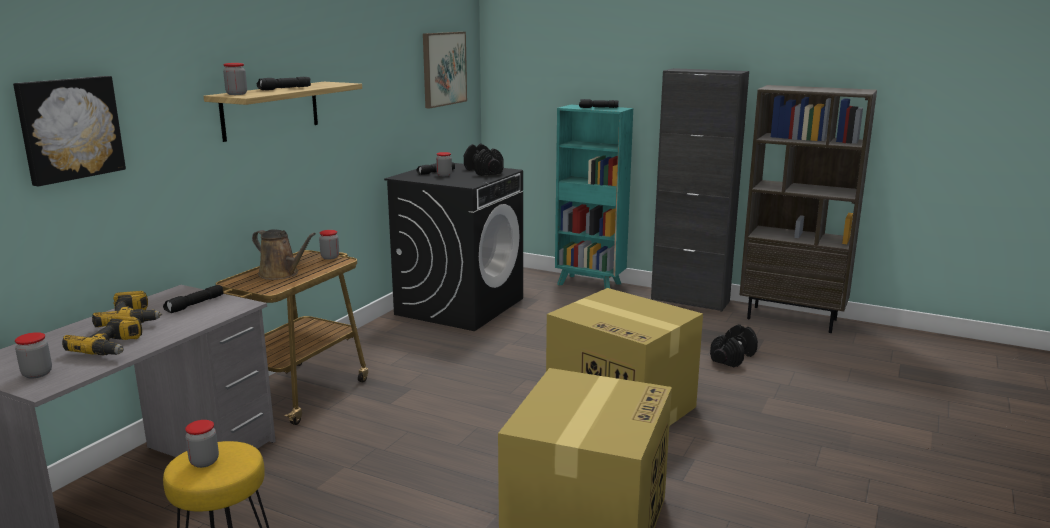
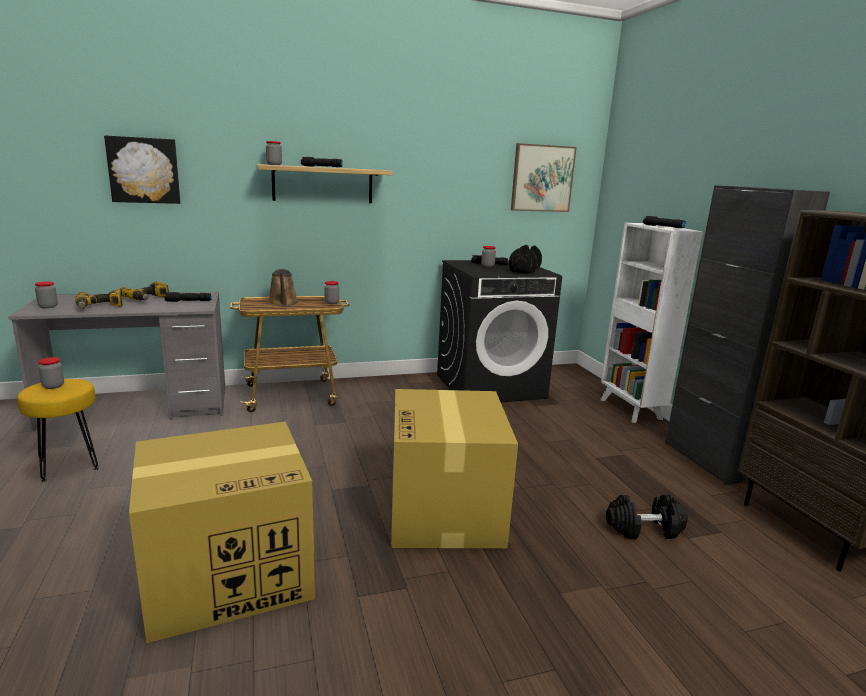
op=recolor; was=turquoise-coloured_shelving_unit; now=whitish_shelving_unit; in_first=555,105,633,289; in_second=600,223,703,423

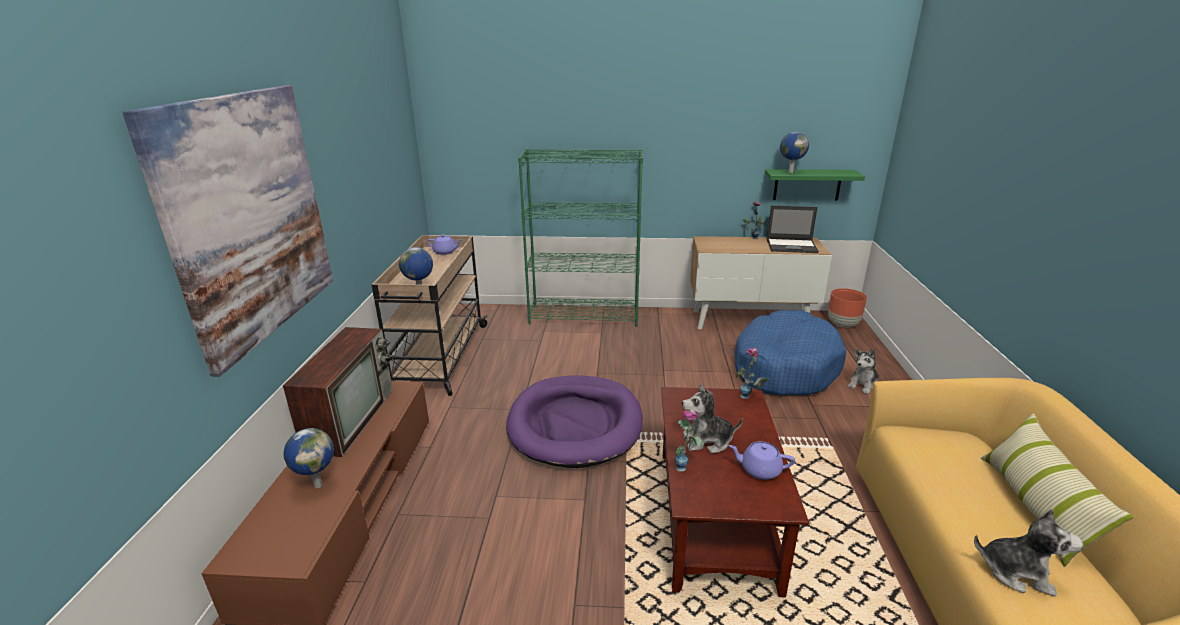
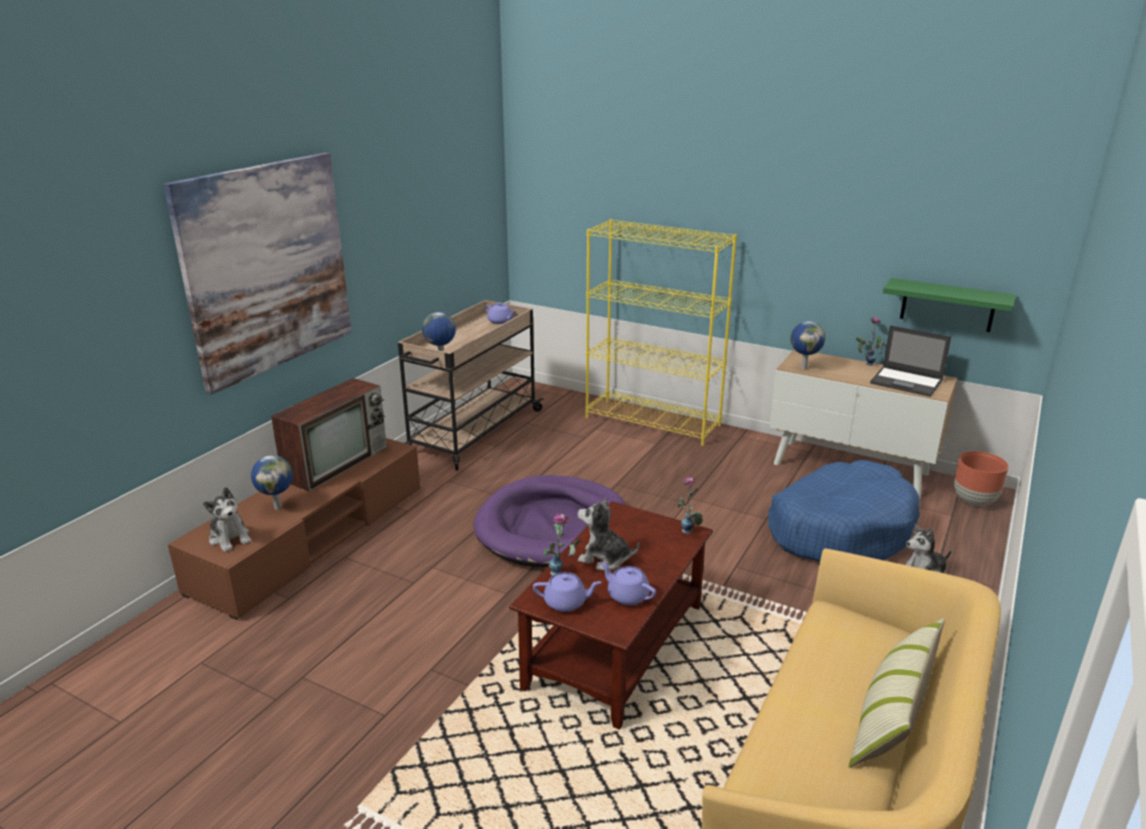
op=recolor; was=green-coloured_shelving_unit; now=yellowish_shelving_unit; in_first=518,149,643,327; in_second=585,219,737,446
op=move; was=desk_globe; in_first=780,132,809,173; in_second=790,321,825,369
op=move; was=cuddly_toy; in_first=974,509,1083,596; in_second=203,487,252,552
op=insert; now=purple_tea_pot; in_second=533,572,601,612

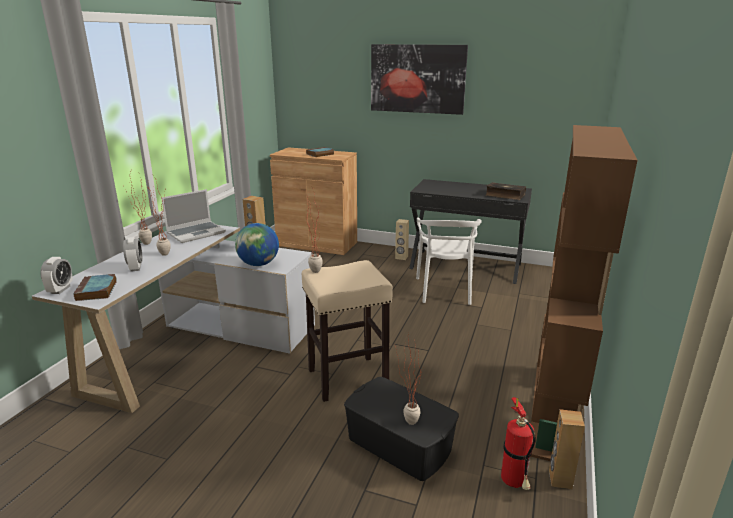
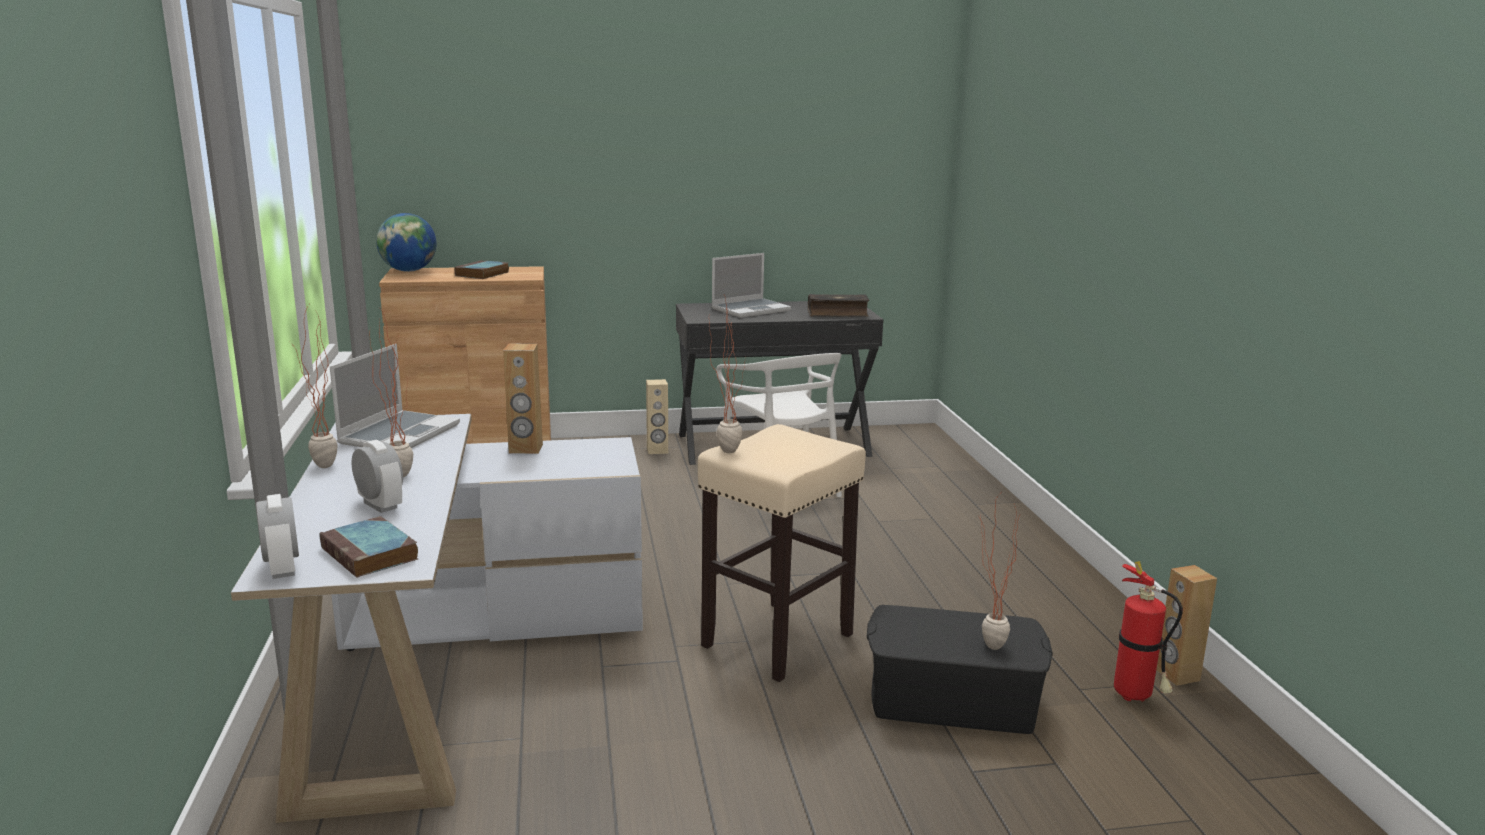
op=move; was=desk_globe; in_first=235,223,279,266; in_second=376,213,437,272
op=delete; was=wall_art; in_first=371,44,468,115
op=delete; was=brown-coloured_shelving_unit; in_first=530,125,638,461
op=insert; now=notebook_computer; in_second=711,253,791,318

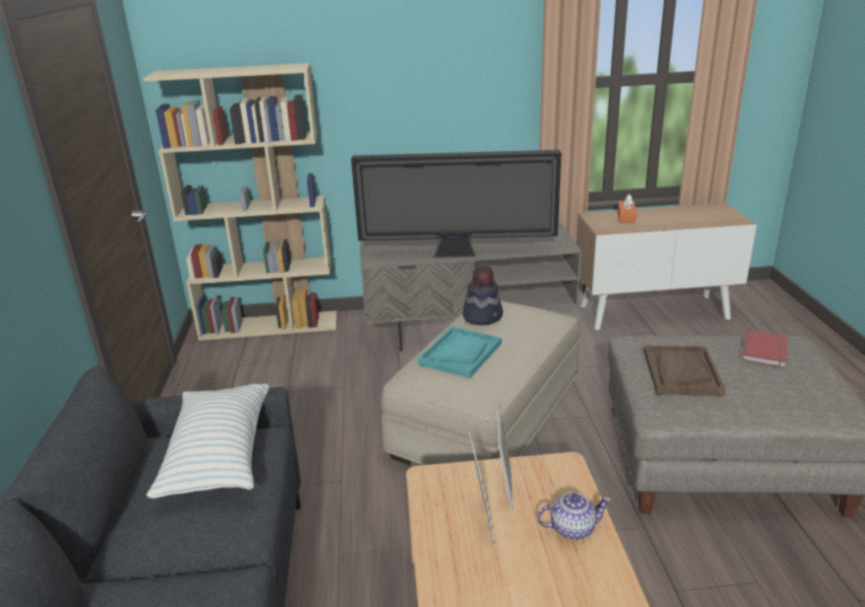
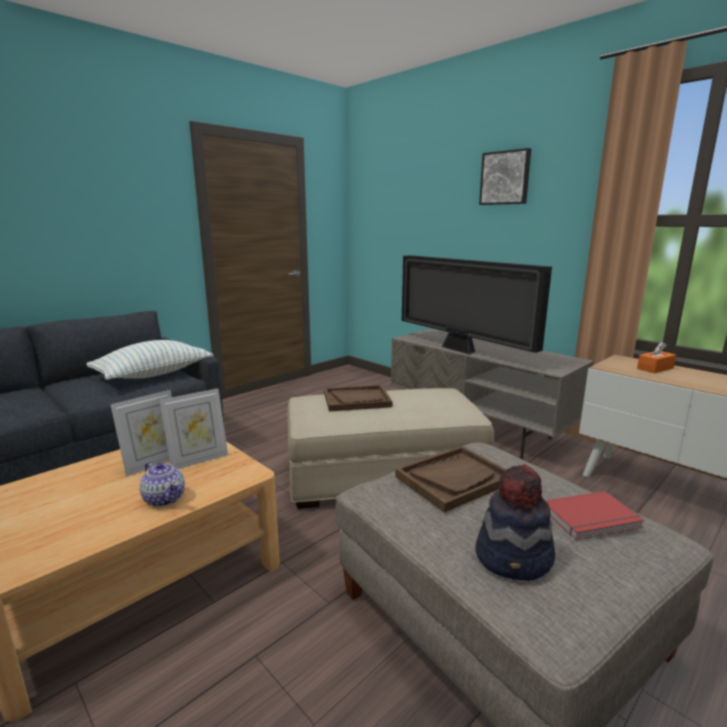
op=delete; was=beige_shelving_unit; in_first=143,63,337,341
op=recolor; was=turquoise-coloured_serving_tray; now=brown-coloured_serving_tray; in_first=418,326,502,378; in_second=324,385,392,412
op=move; was=hat; in_first=463,264,503,325; in_second=475,464,555,581
op=insert; now=wall_art; in_second=479,148,531,205

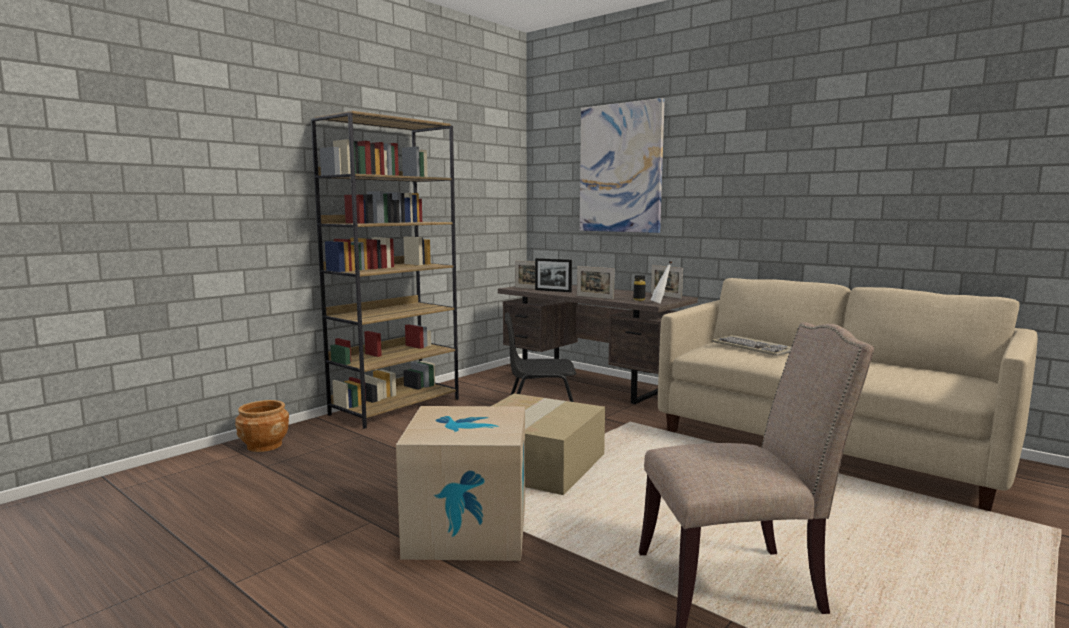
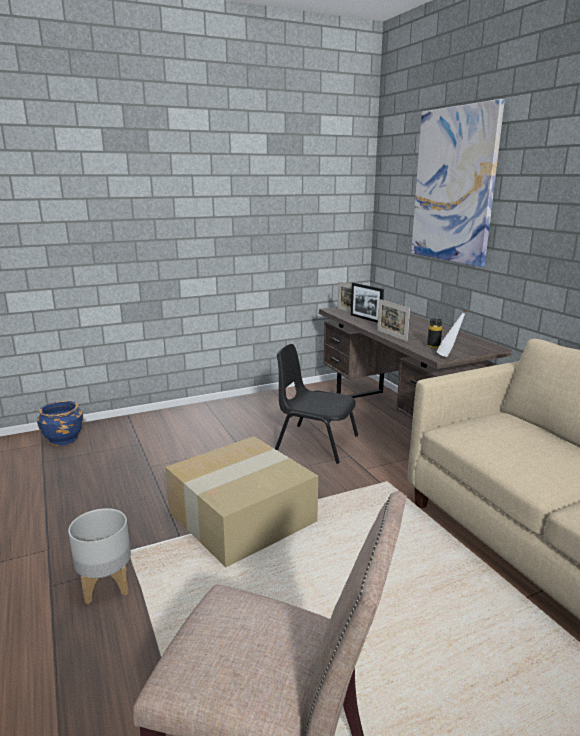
op=recolor; was=brown-coloured_flower_pot; now=blue-coloured_flower_pot; in_first=235,400,289,452; in_second=37,401,83,446
op=delete; was=brown-coloured_shelving_unit; in_first=311,111,459,429
op=replace; was=cardboard_box; now=gray_flower_pot; in_first=396,406,525,561; in_second=68,508,131,604
op=delete; was=photo_frame; in_first=651,265,683,299
op=delete; was=keyboard; in_first=712,335,791,356

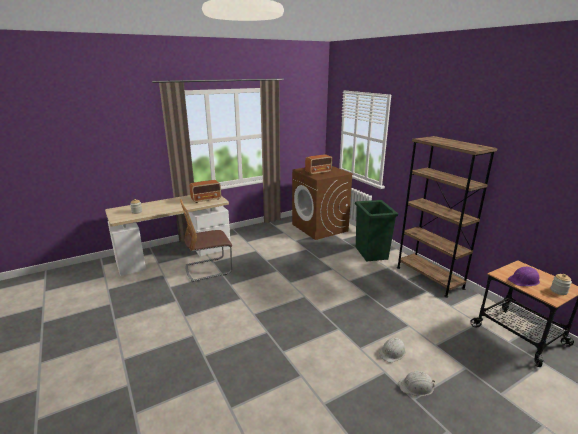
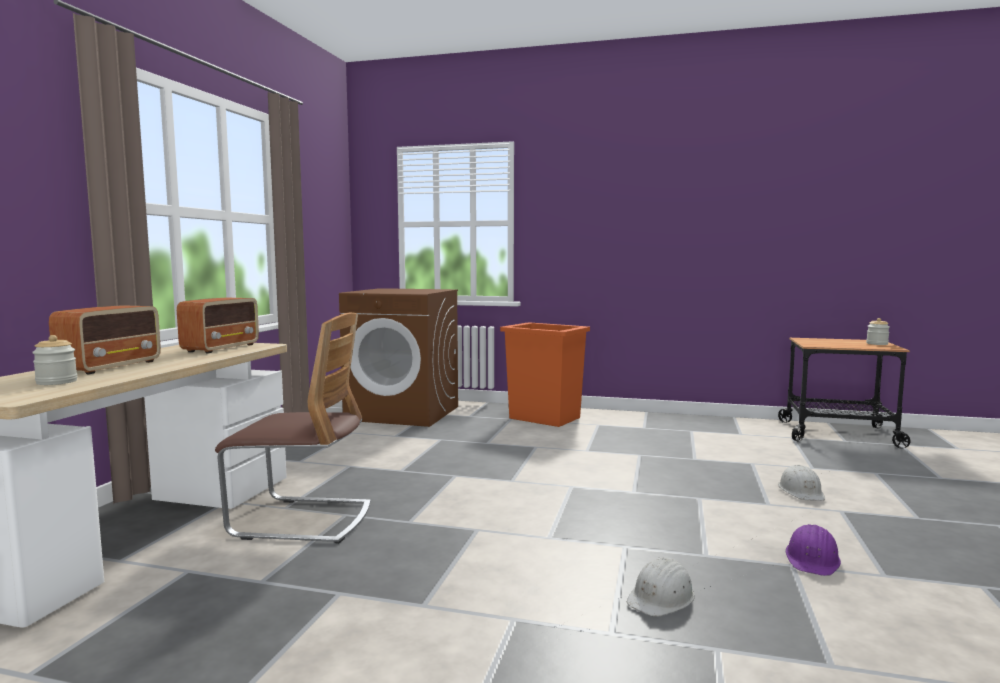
op=rotate; was=upright_chair; in_first=180,199,232,282; in_second=215,313,371,544; clockwise=-105
op=move; was=radio_receiver; in_first=305,154,332,175; in_second=49,305,161,374
op=recolor; was=green-coloured_trash_can; now=orange_trash_can; in_first=355,200,398,261; in_second=500,323,590,427
op=delete; was=brown-coloured_shelving_unit; in_first=397,136,498,298
op=move; was=whitish_work_helmet; in_first=398,371,435,396; in_second=627,557,695,617
op=move; was=purple_work_helmet; in_first=508,267,540,286; in_second=786,524,841,576

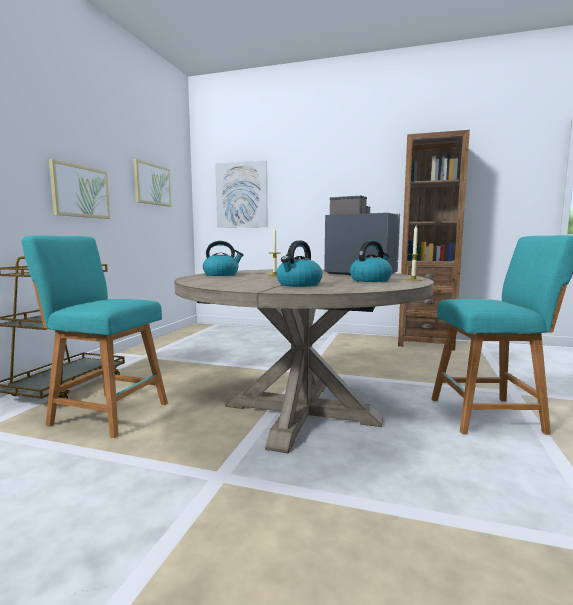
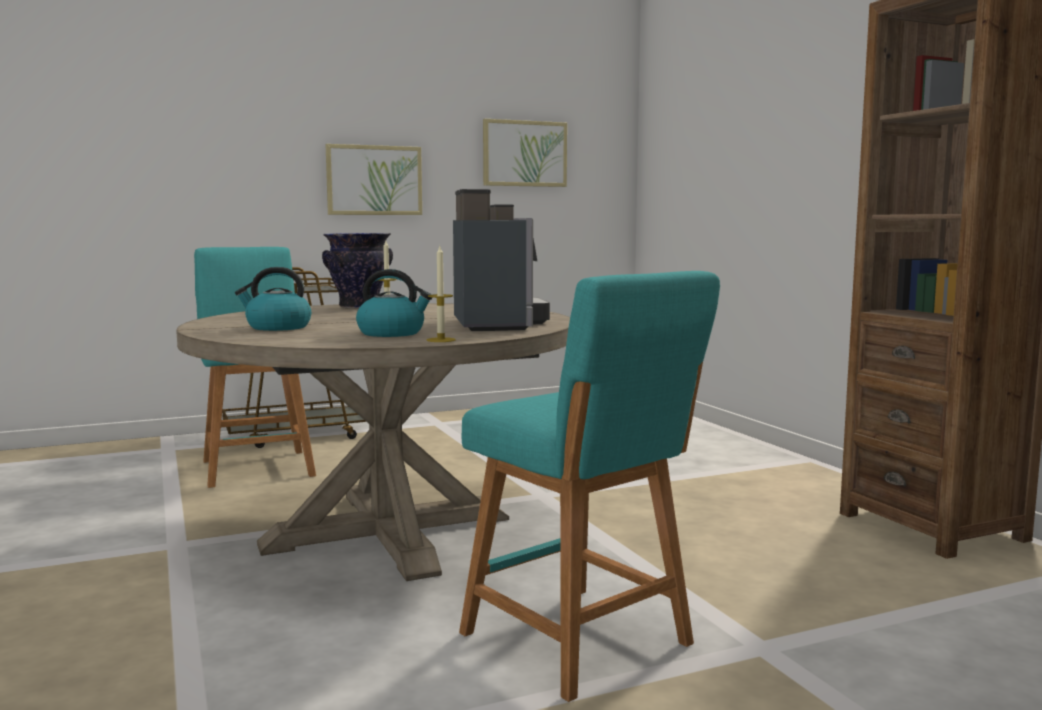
op=replace; was=water_kettle; now=vase; in_first=203,241,243,276; in_second=322,233,393,309
op=delete; was=wall_art; in_first=215,161,268,228

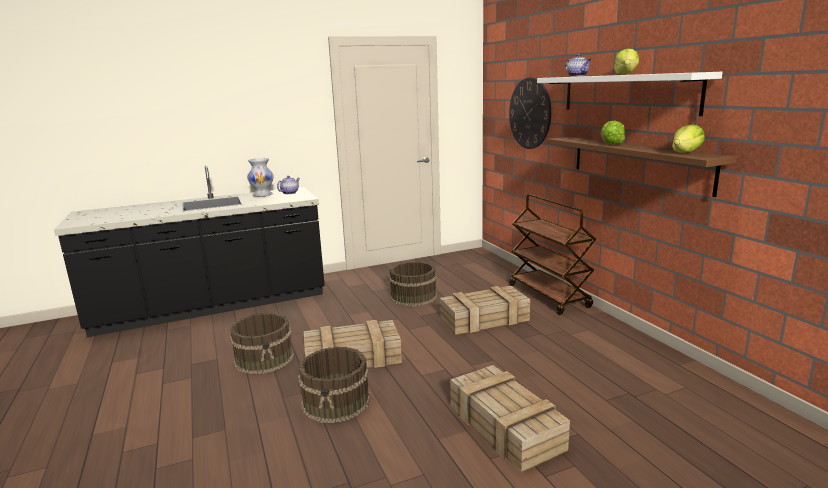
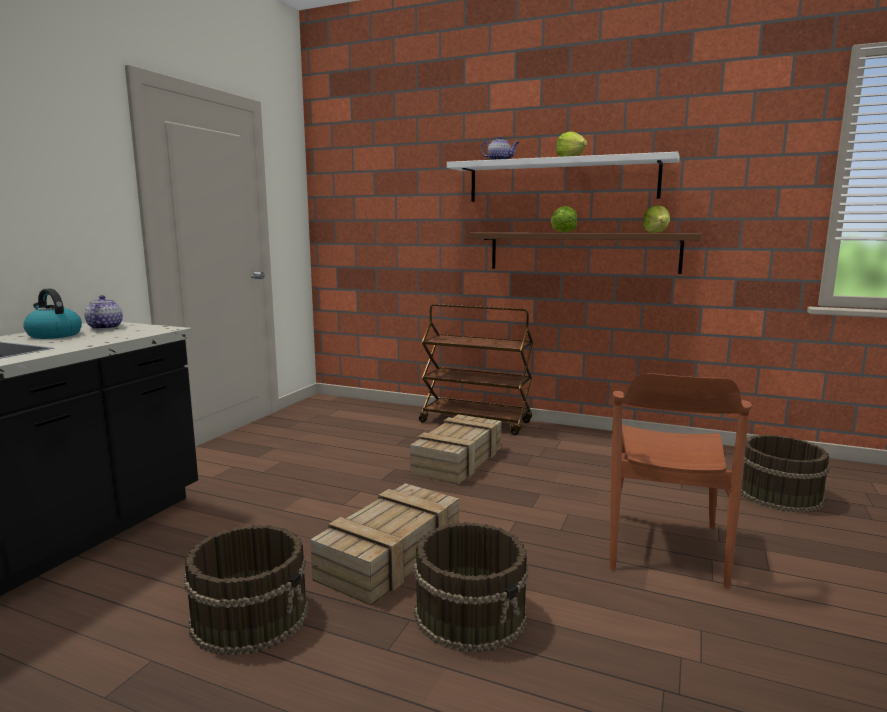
op=replace; was=whitish_vase; now=water_kettle; in_first=247,158,274,197; in_second=23,288,82,339
op=move; was=brown-coloured_pail; in_first=389,262,437,306; in_second=741,435,830,513
op=replace; was=crate; now=brown-coloured_upright_chair; in_first=450,365,570,473; in_second=610,373,752,589
op=delete; was=clock_on_the_wall; in_first=509,77,551,149

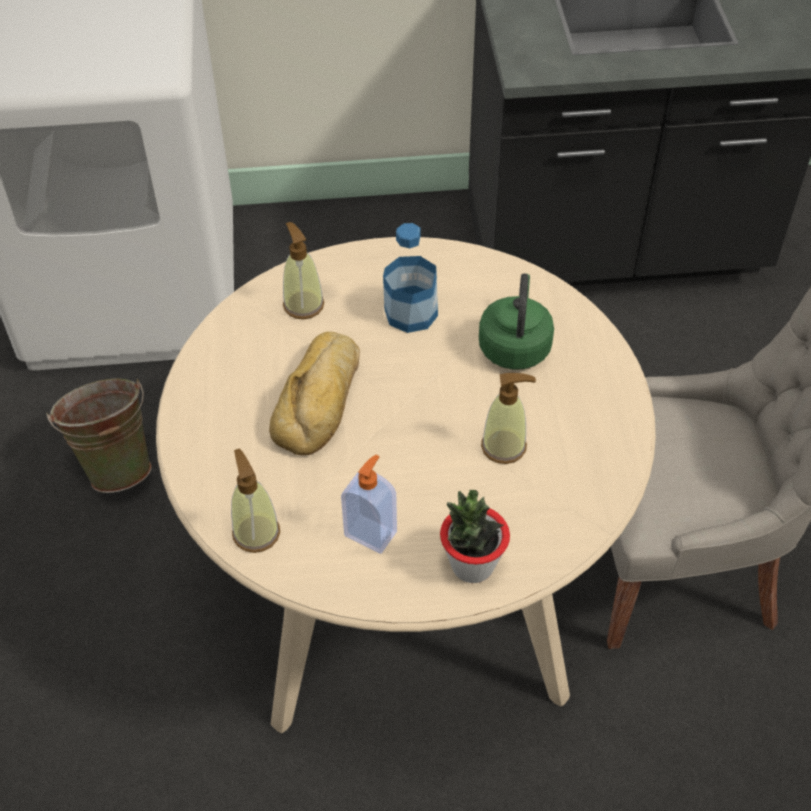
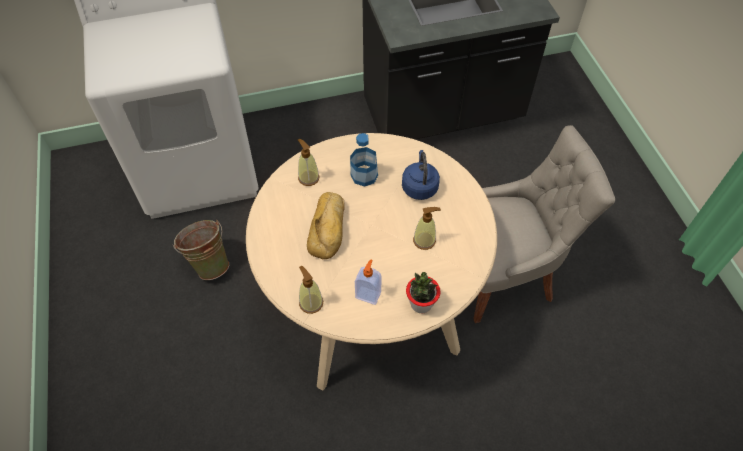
op=recolor; was=green-coloured_water_kettle; now=blue-coloured_water_kettle; in_first=479,273,554,370; in_second=402,150,440,200

